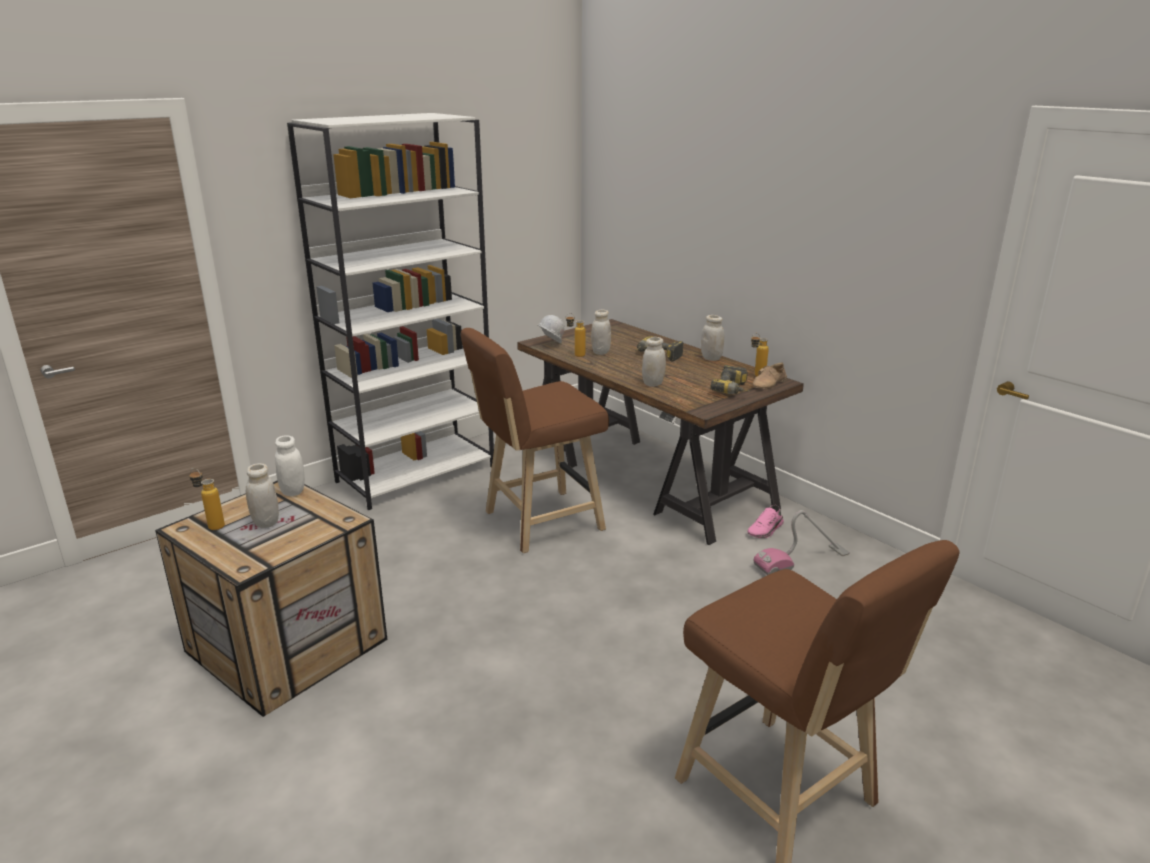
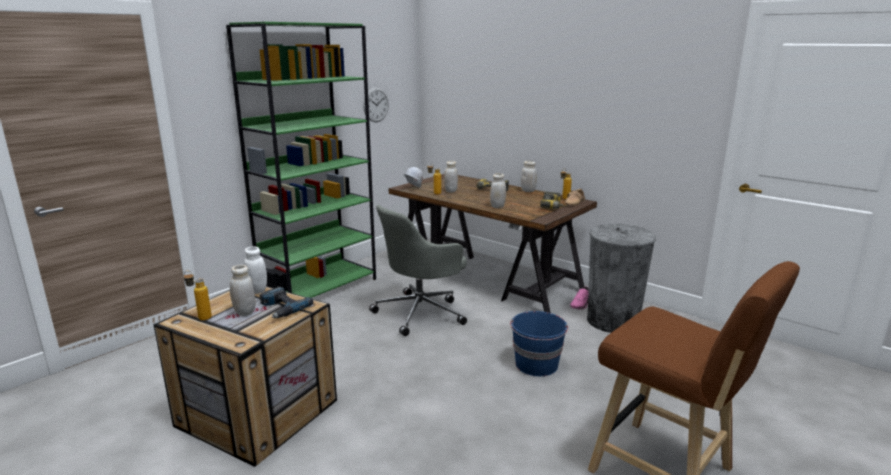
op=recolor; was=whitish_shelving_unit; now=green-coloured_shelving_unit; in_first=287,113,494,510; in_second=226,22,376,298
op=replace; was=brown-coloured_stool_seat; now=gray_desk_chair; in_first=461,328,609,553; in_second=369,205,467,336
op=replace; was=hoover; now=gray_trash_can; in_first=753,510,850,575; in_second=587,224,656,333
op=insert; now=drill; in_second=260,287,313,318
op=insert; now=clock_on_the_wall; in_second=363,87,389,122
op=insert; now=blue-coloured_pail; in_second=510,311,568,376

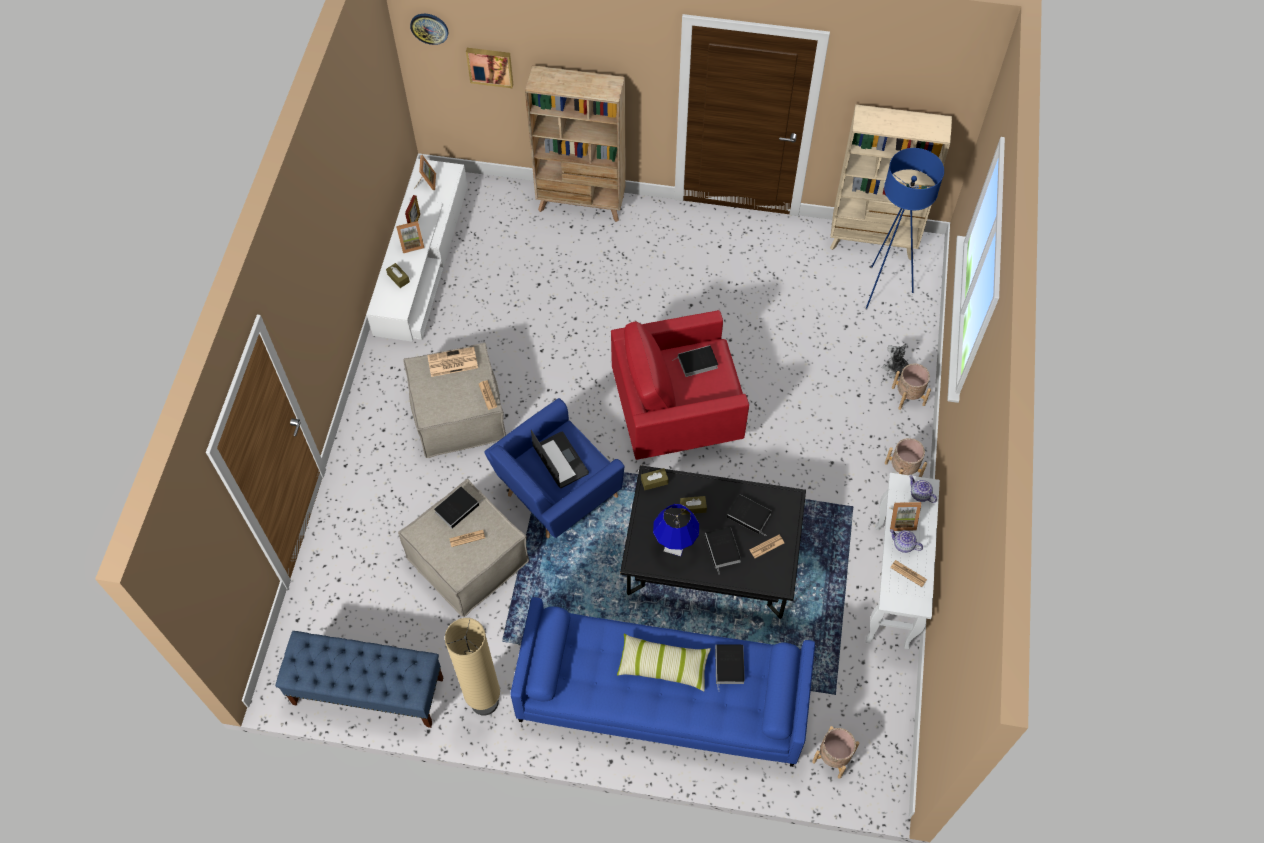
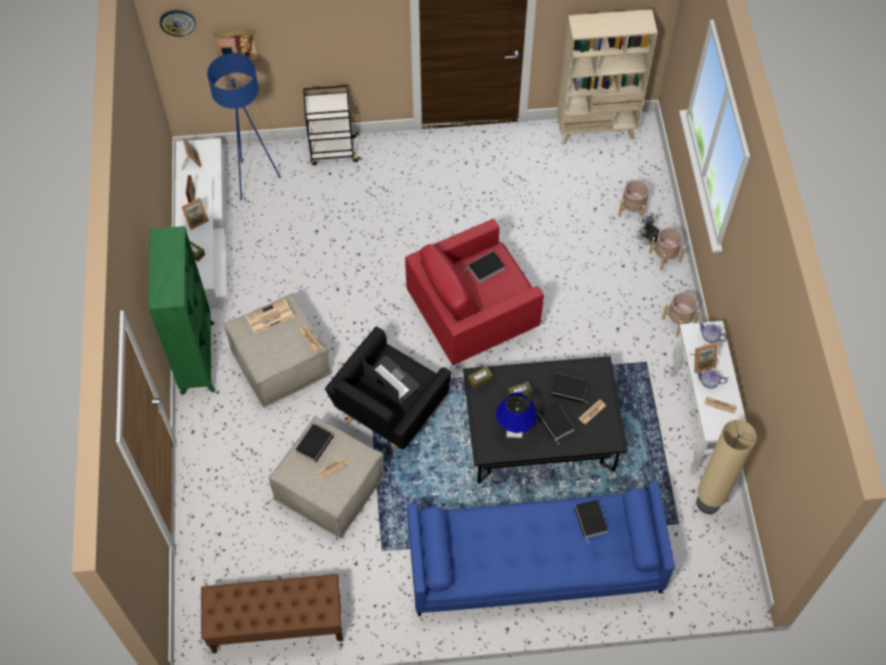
op=recolor; was=blue-coloured_long_seat; now=brown-coloured_long_seat; in_first=275,631,443,728; in_second=201,574,343,654
op=move; was=beige_standard_lamp; in_first=445,618,500,716; in_second=697,420,757,514
op=recolor; was=blue-coloured_easy_chair; now=blackish_easy_chair; in_first=485,398,624,538; in_second=325,327,451,452
op=replace; was=beige_shelving_unit; now=blackish_wheeled_cart; in_first=525,65,626,222; in_second=303,85,361,165
op=delete; was=throw_pillow; in_first=617,634,711,691
op=move; was=beige_flower_pot; in_first=812,726,859,779; in_second=618,180,650,217
op=move; was=blue-coloured_standard_lamp; in_first=866,148,944,309; in_second=207,53,281,200
op=insert; now=green-coloured_shelving_unit; in_second=148,226,215,395

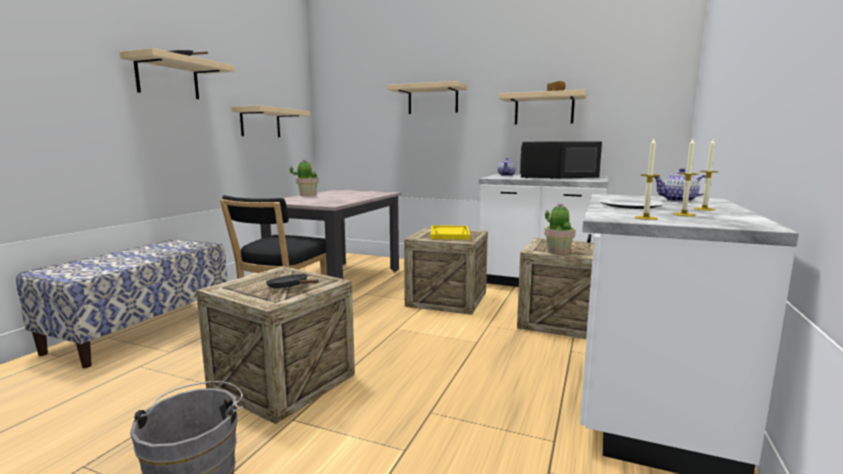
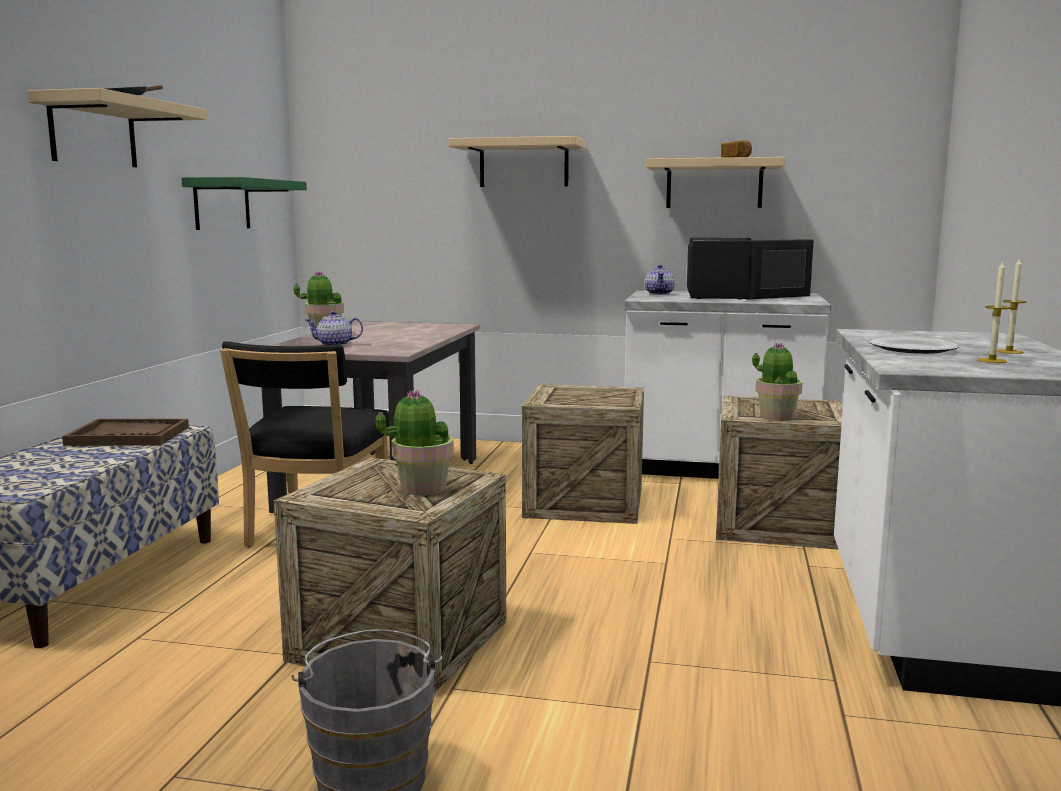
op=recolor; was=beige_bracket_shelf; now=green-coloured_bracket_shelf; in_first=232,105,310,137; in_second=181,177,307,230
op=replace; was=blackish_pan; now=plant_in_a_pot; in_first=266,274,319,288; in_second=375,389,454,495
op=delete; was=yellowish_serving_tray; in_first=430,225,470,239
op=delete; was=wax_light; in_first=634,139,660,220
op=move; was=tea_pot; in_first=653,168,706,202; in_second=305,311,363,346
op=insert; now=brown-coloured_serving_tray; in_second=62,419,189,446

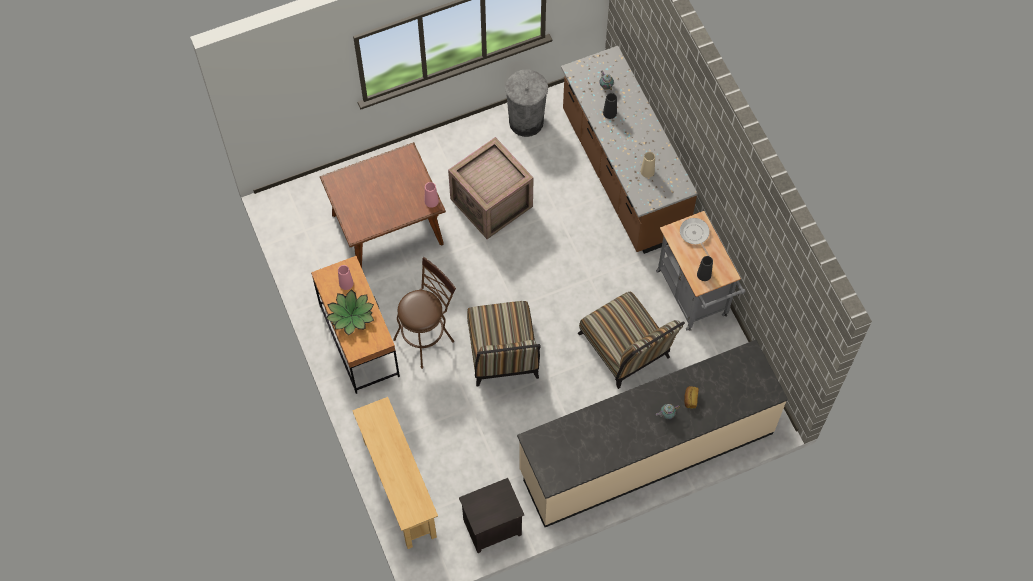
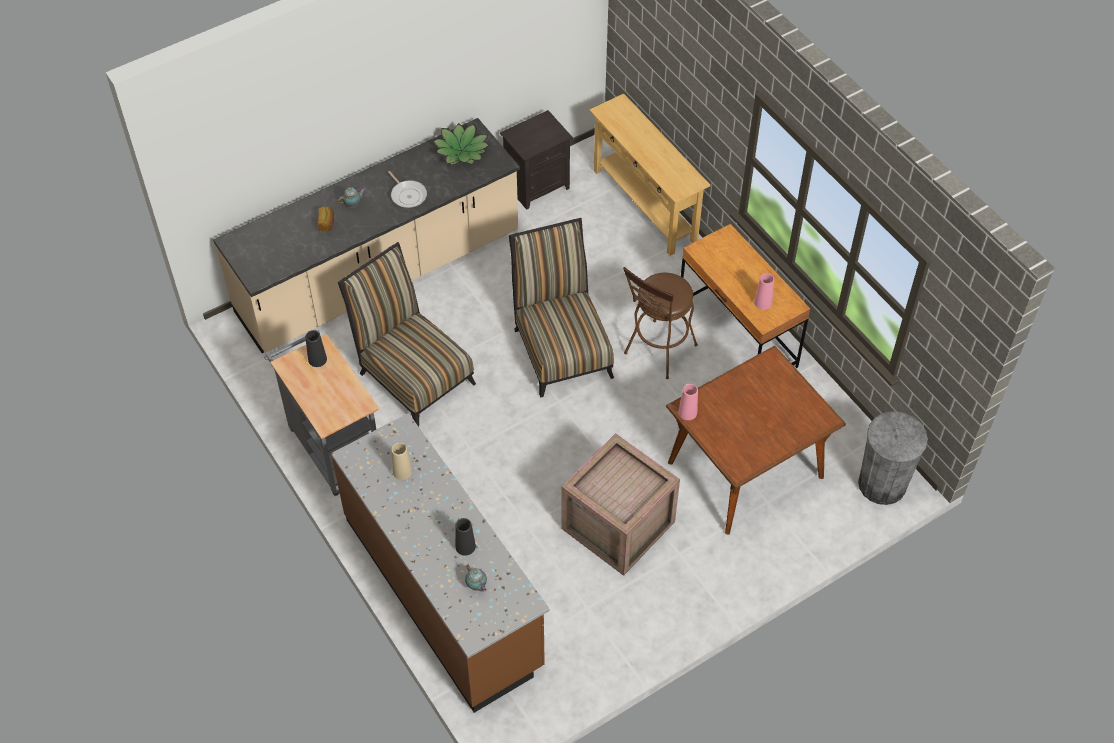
op=move; was=plant_in_a_pot; in_first=326,289,374,336; in_second=432,123,489,165
op=move; was=gray_trash_can; in_first=505,70,548,137; in_second=858,411,928,505
op=move; was=pan; in_first=680,218,710,256; in_second=388,171,427,208

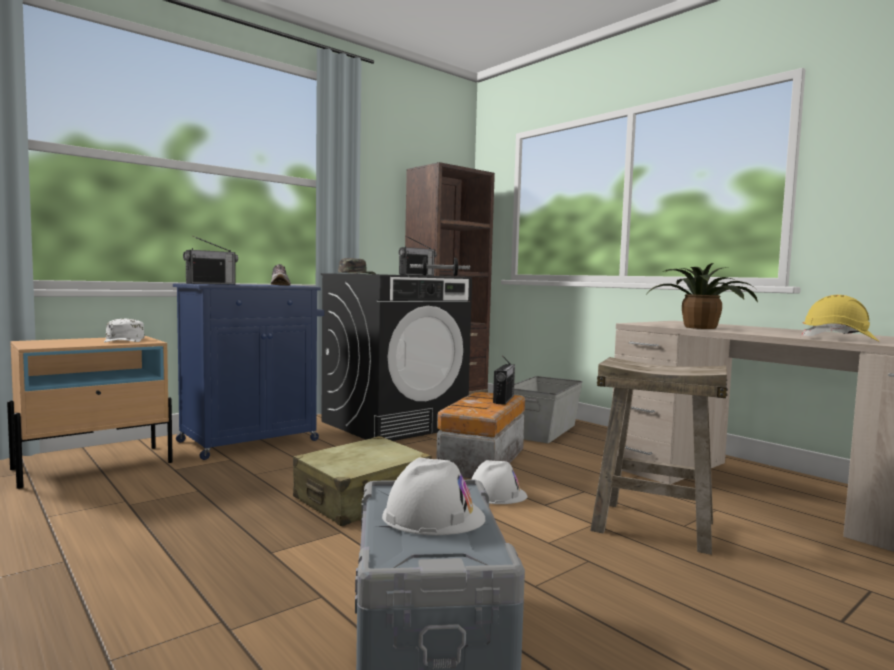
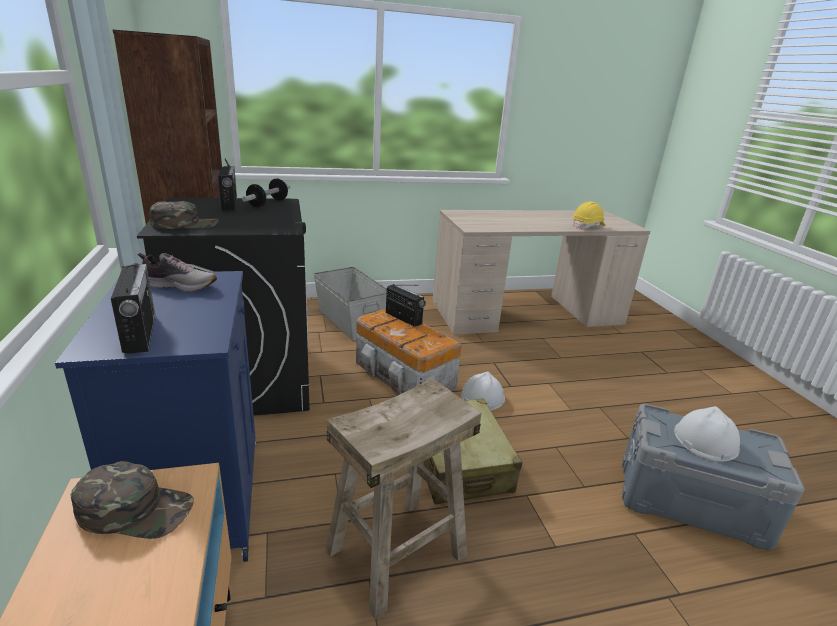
op=recolor; was=whitish_baseball_cap; now=green-coloured_baseball_cap; in_first=104,319,145,342; in_second=70,461,194,539
op=move; was=beige_stool_seat; in_first=590,357,728,555; in_second=325,378,481,619
op=delete; was=plant_in_a_pot; in_first=648,263,758,329

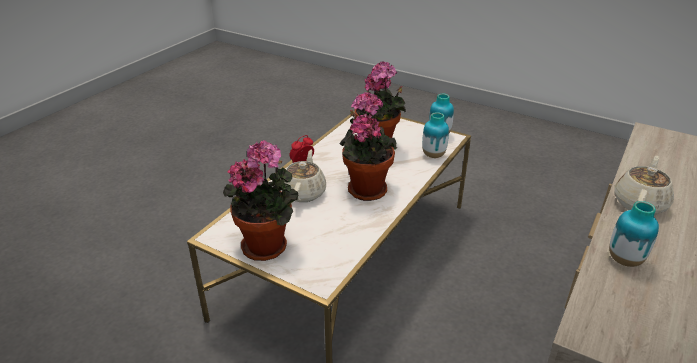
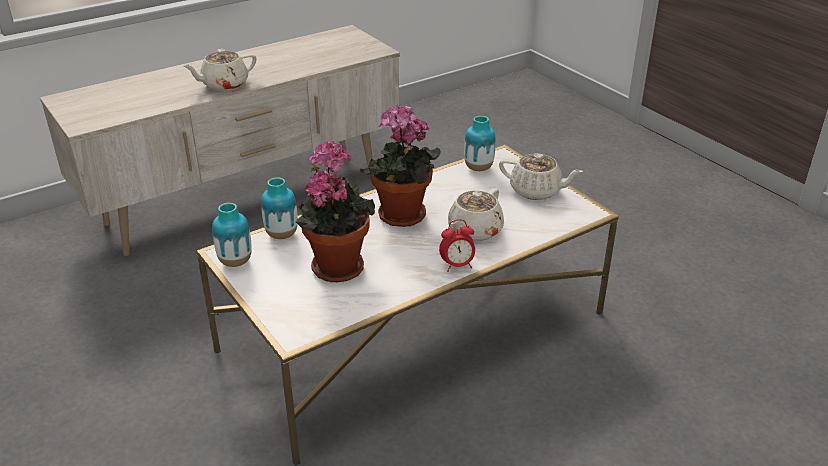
op=replace; was=plant_in_a_pot; now=beige_tea_pot; in_first=223,140,298,261; in_second=499,153,583,200
op=move; was=vase; in_first=609,201,659,267; in_second=464,116,495,171

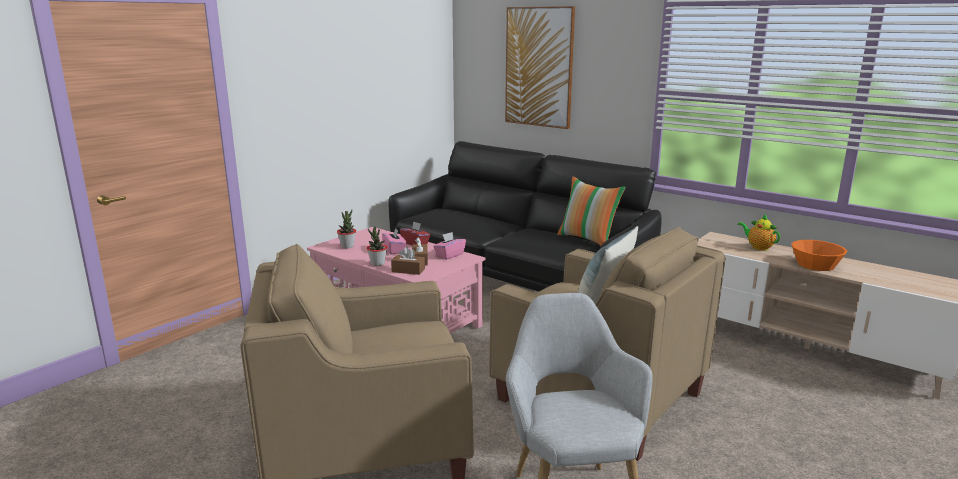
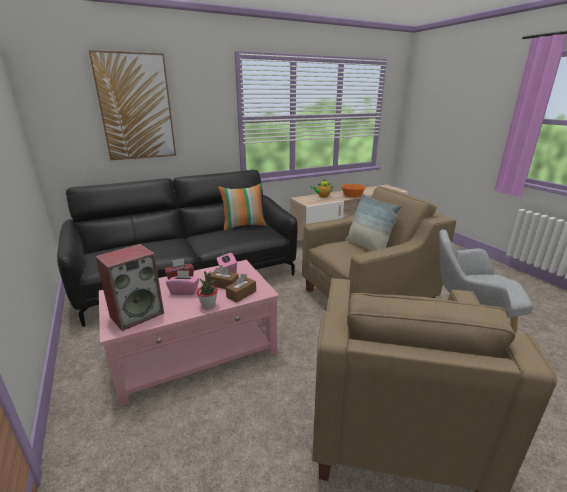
op=replace; was=plant_in_a_pot; now=speaker; in_first=337,210,356,248; in_second=95,244,164,331

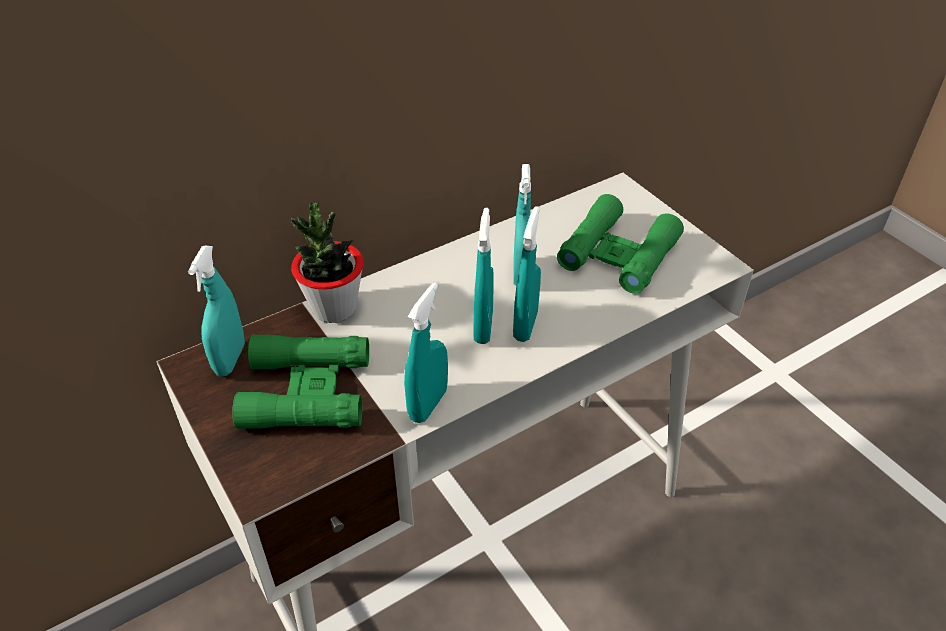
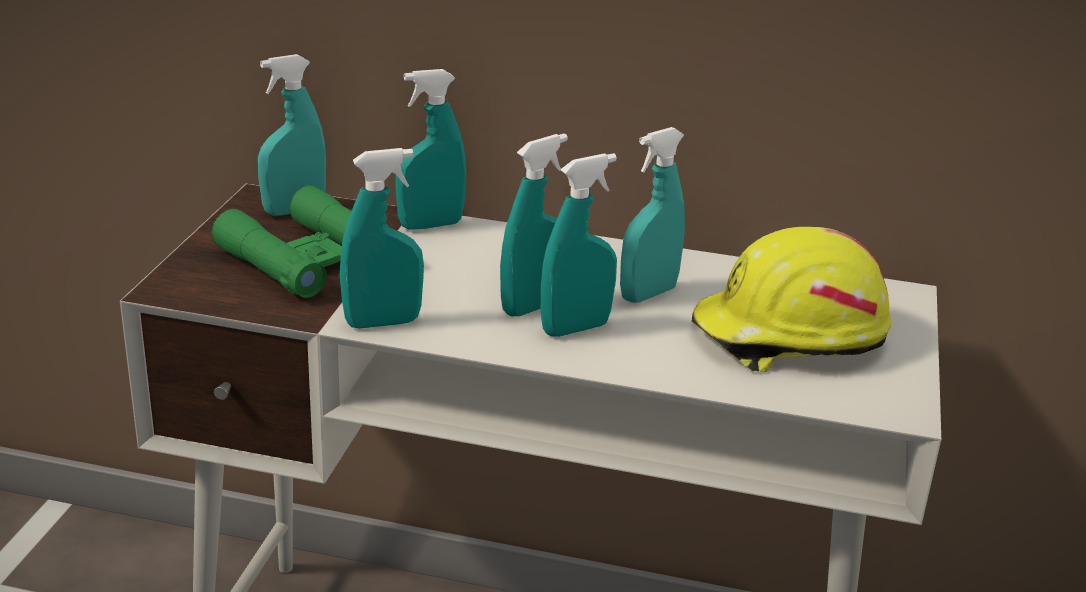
op=replace; was=plant_in_a_pot; now=turquoise-coloured_sprayer; in_first=291,202,364,323; in_second=396,69,466,230
op=replace; was=green-coloured_pair_of_binoculars; now=yellowish_work_helmet; in_first=557,194,684,294; in_second=692,227,892,372

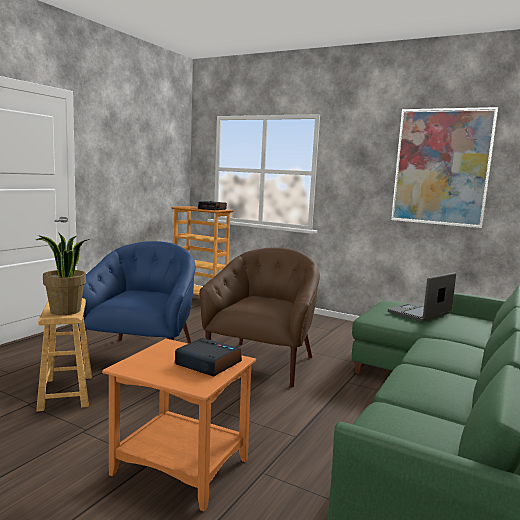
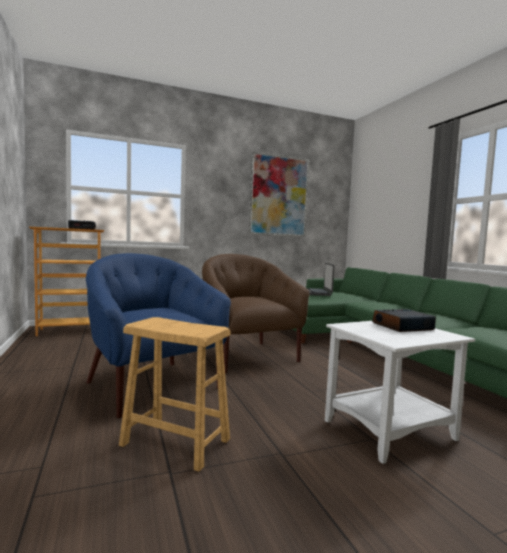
op=delete; was=plant_in_a_pot; in_first=36,232,90,315
op=recolor; was=orange_end_table; now=whitish_end_table; in_first=102,339,256,511; in_second=325,321,475,464

